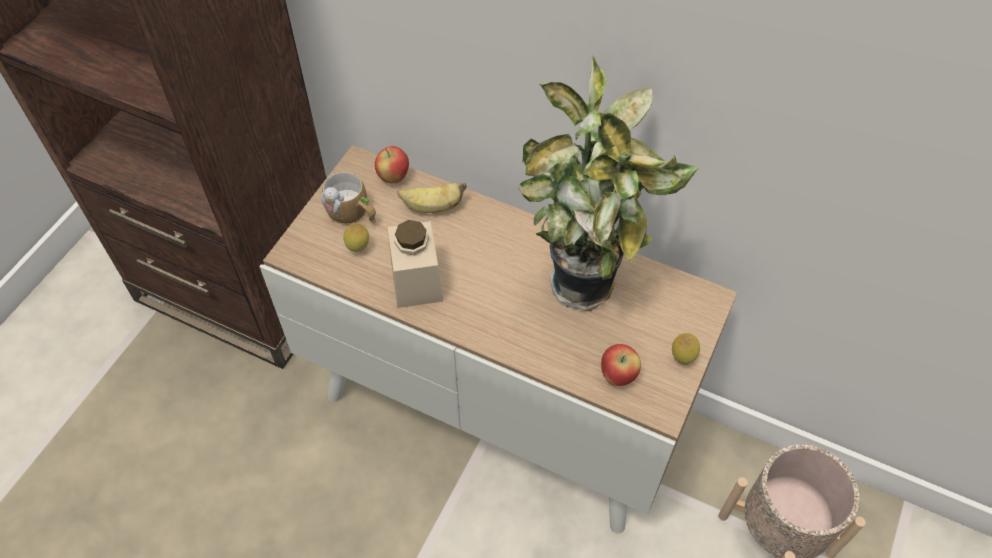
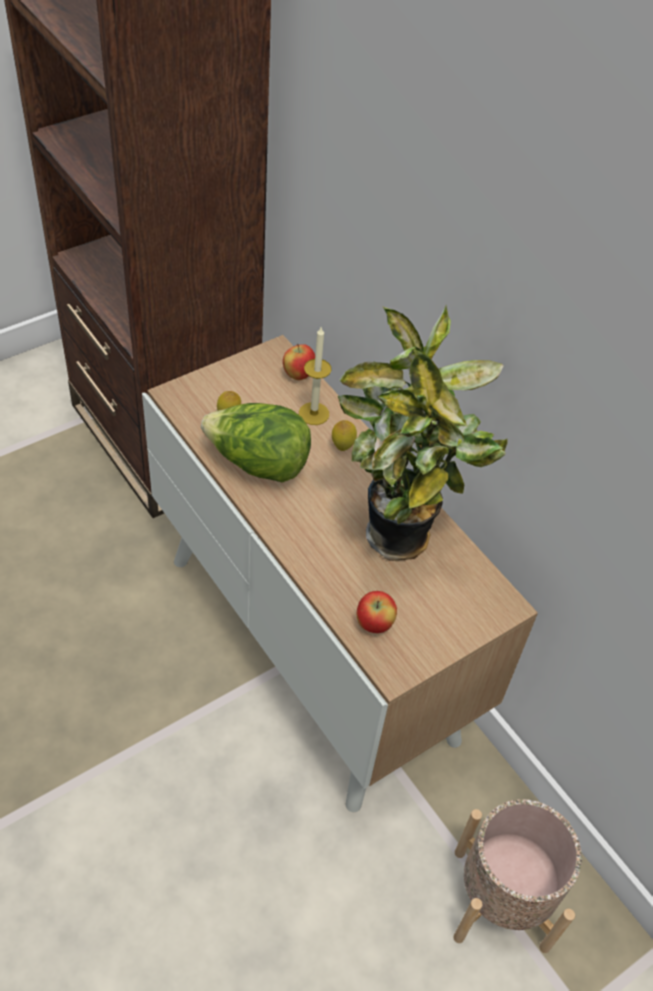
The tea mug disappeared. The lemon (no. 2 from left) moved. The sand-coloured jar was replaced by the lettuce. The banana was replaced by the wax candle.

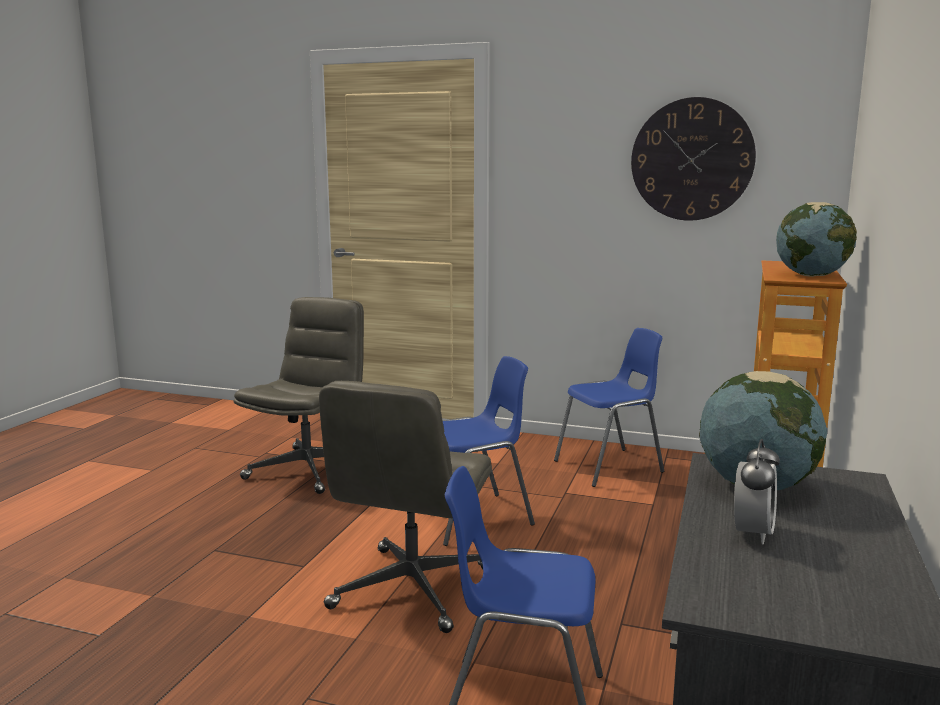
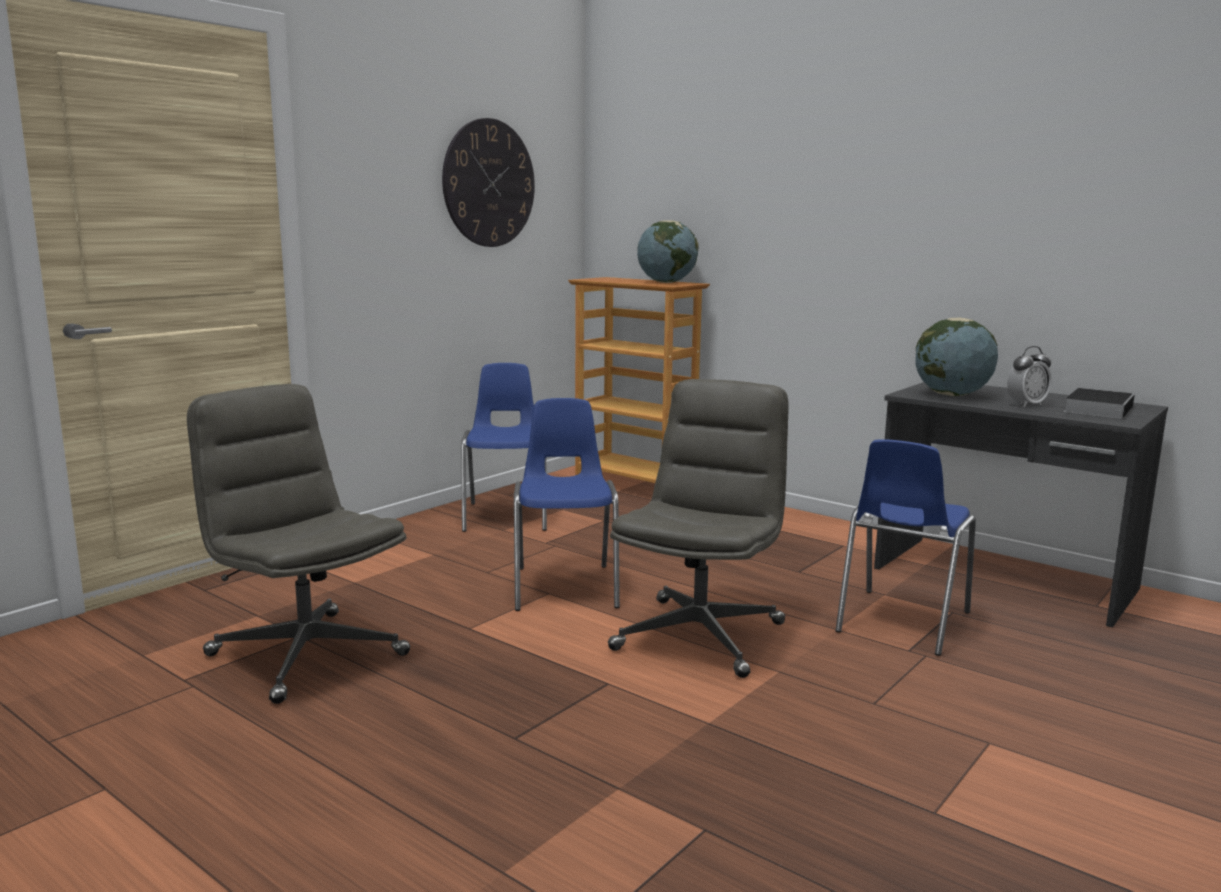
The book appeared. The gray computer chair (no. 2 from left) turned 105 degrees counterclockwise. The alarm clock turned 105 degrees clockwise.

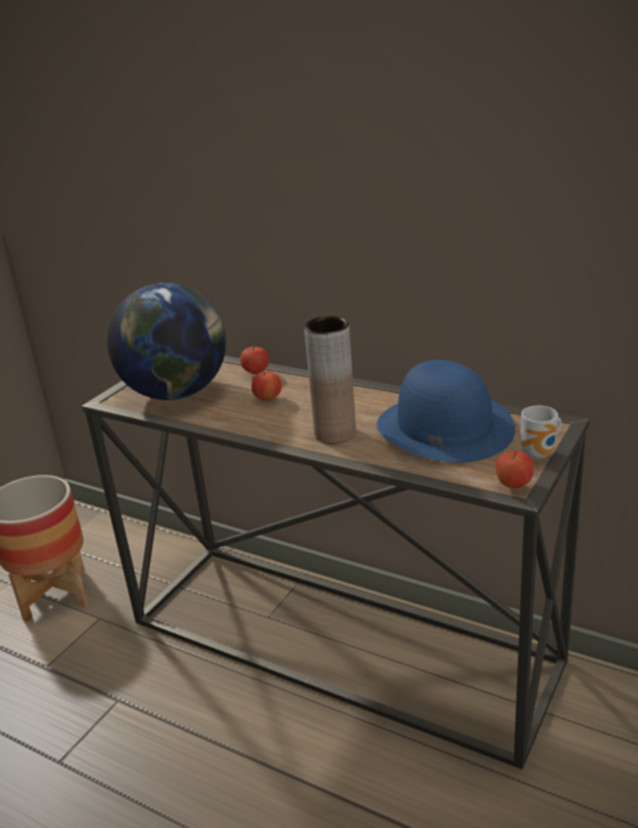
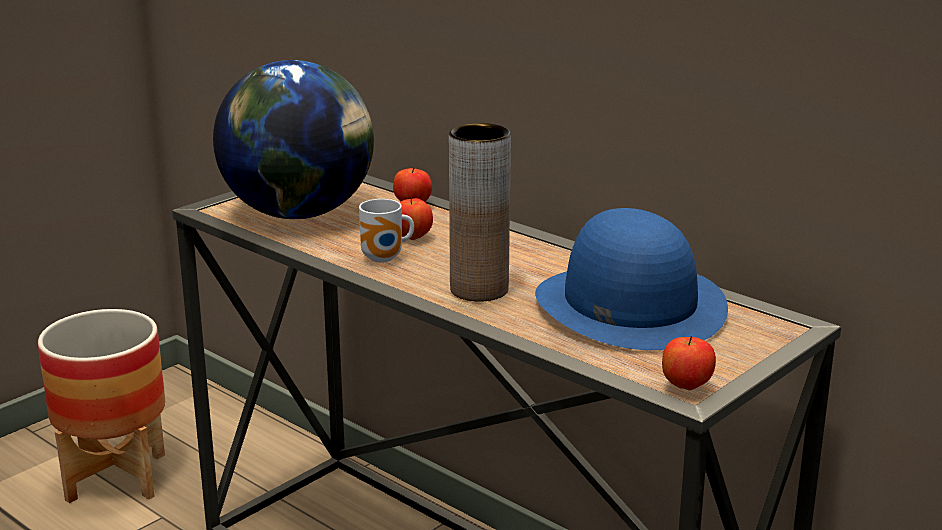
The tea mug moved.

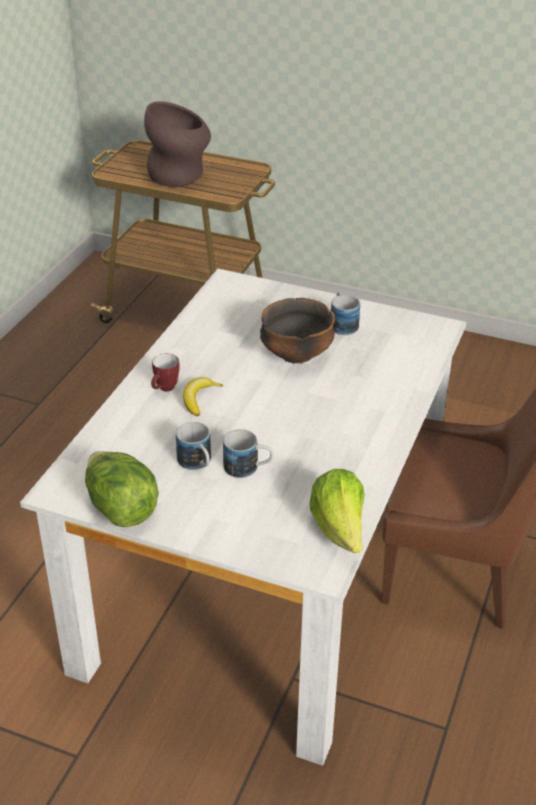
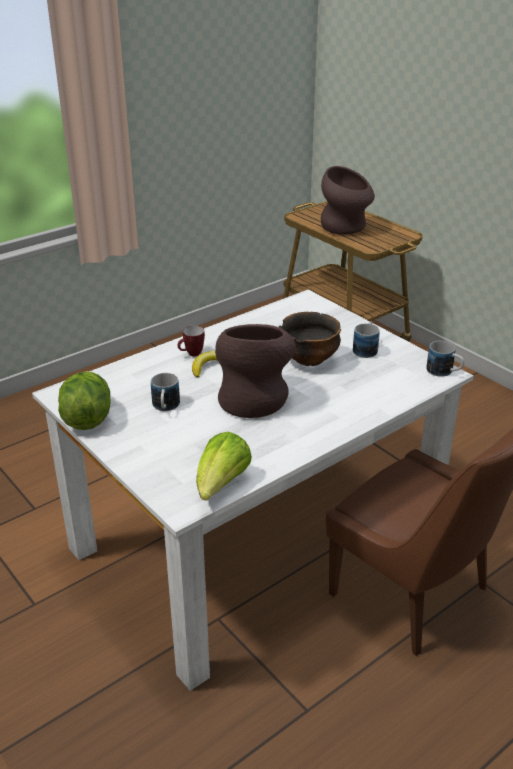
The brown vase (no. 1 from left) appeared. The tea mug (no. 3 from left in the first image) moved.

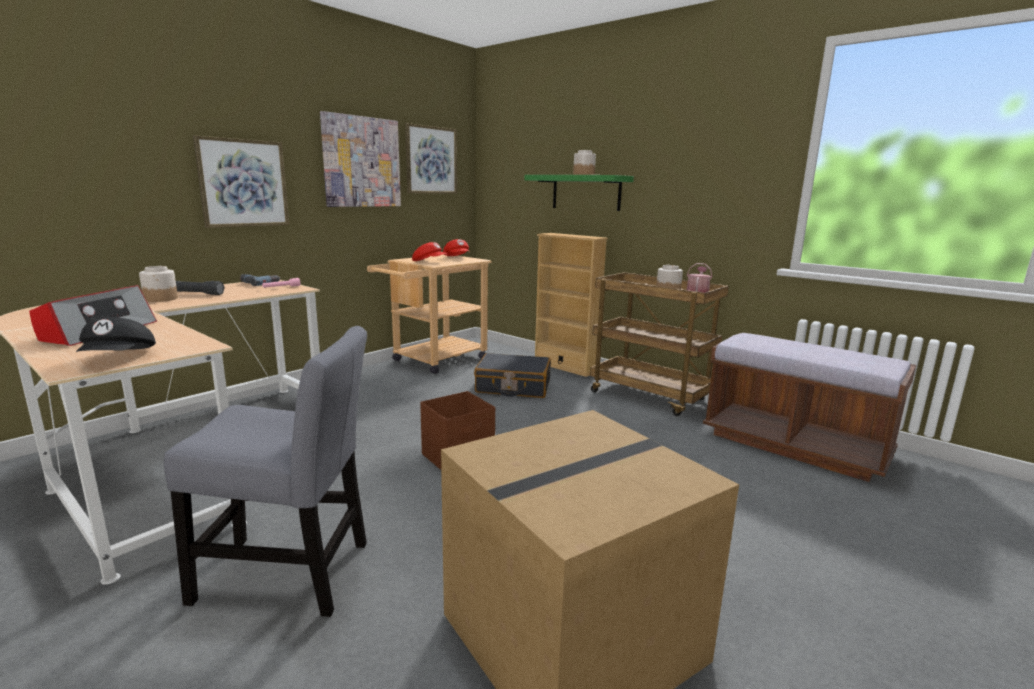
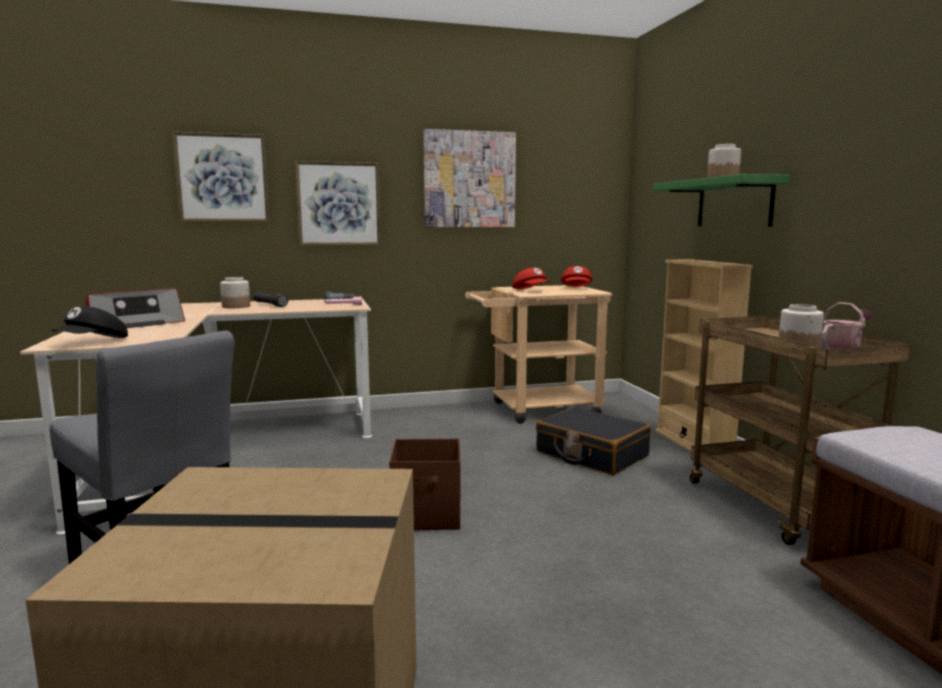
The wall picture (no. 3 from left in the first image) moved.

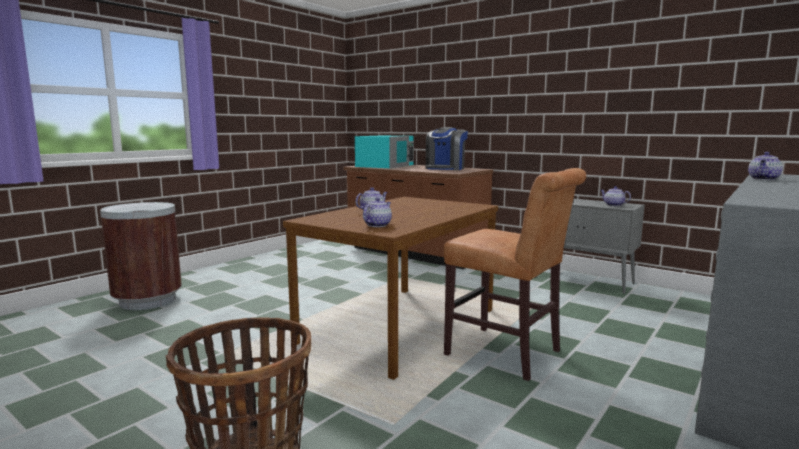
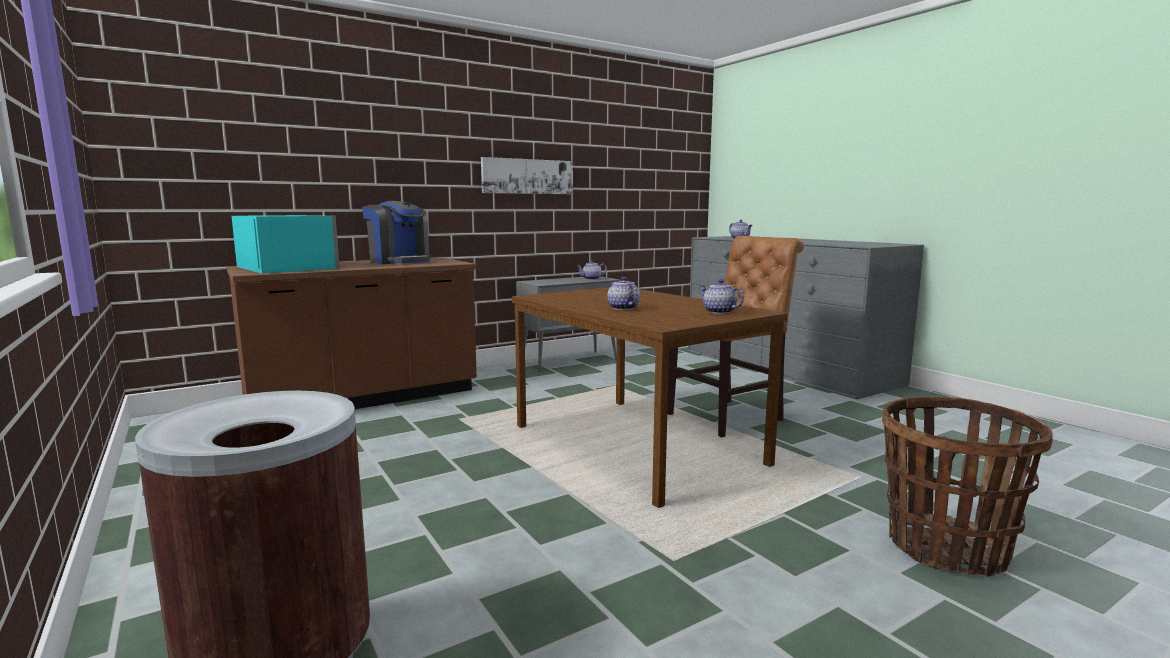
The wall picture appeared.

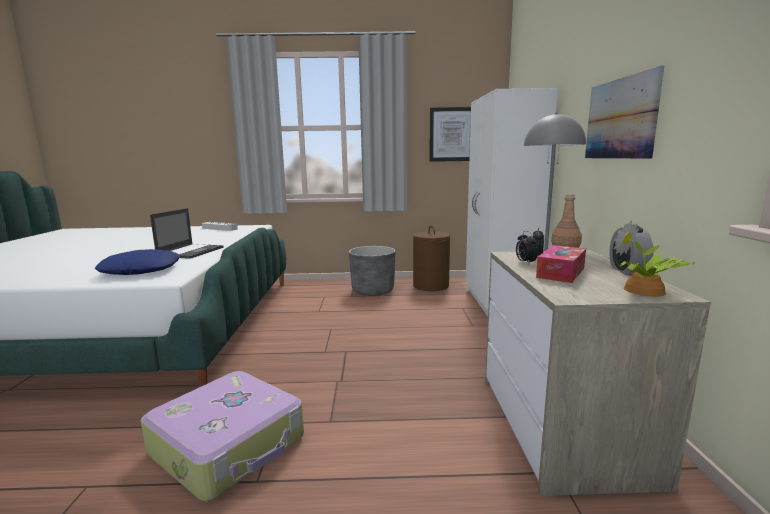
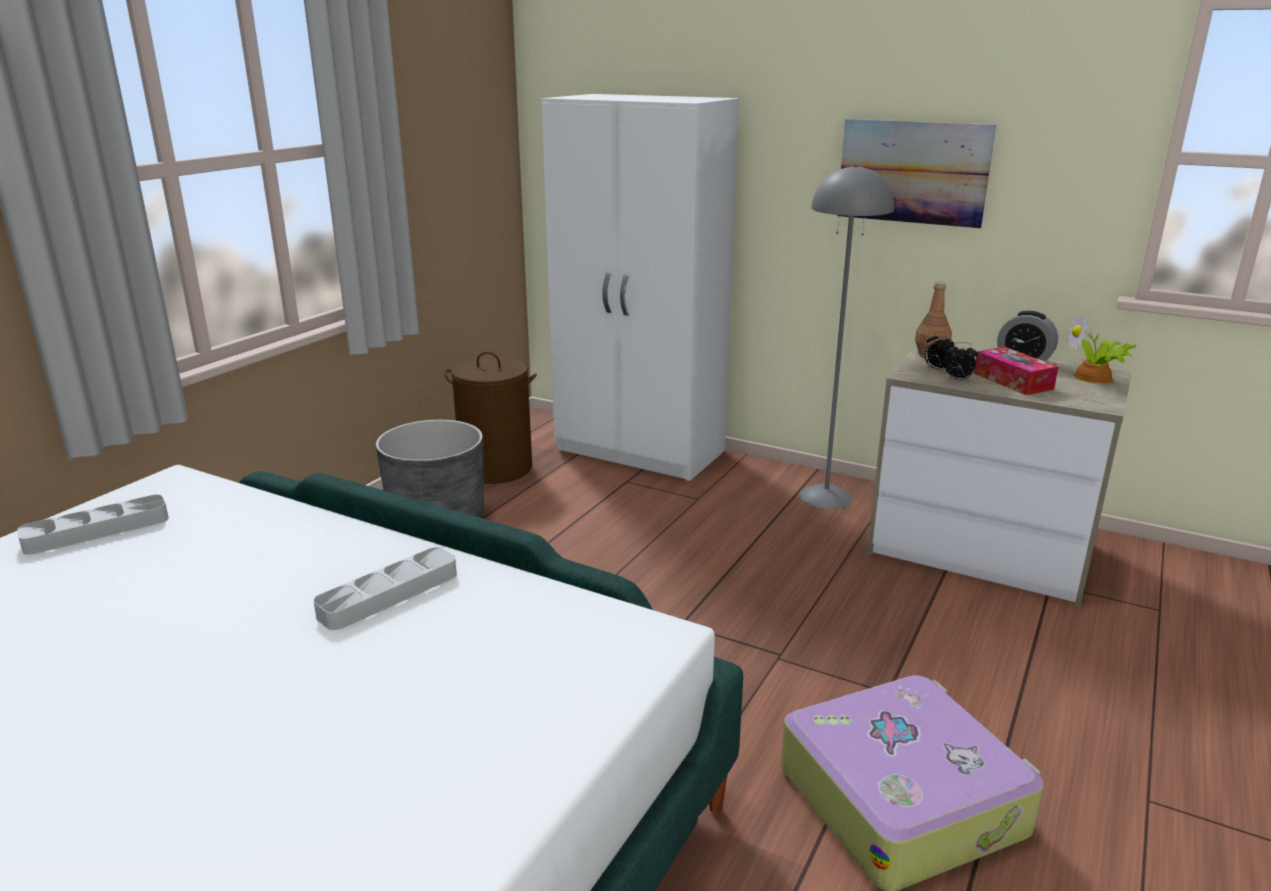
The blue pillow disappeared. The wall picture (no. 1 from left) disappeared. The portable computer was replaced by the gray tray (no. 2 from left).

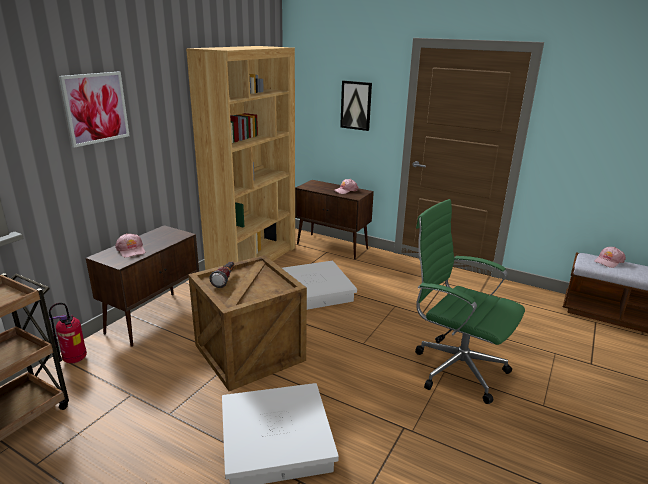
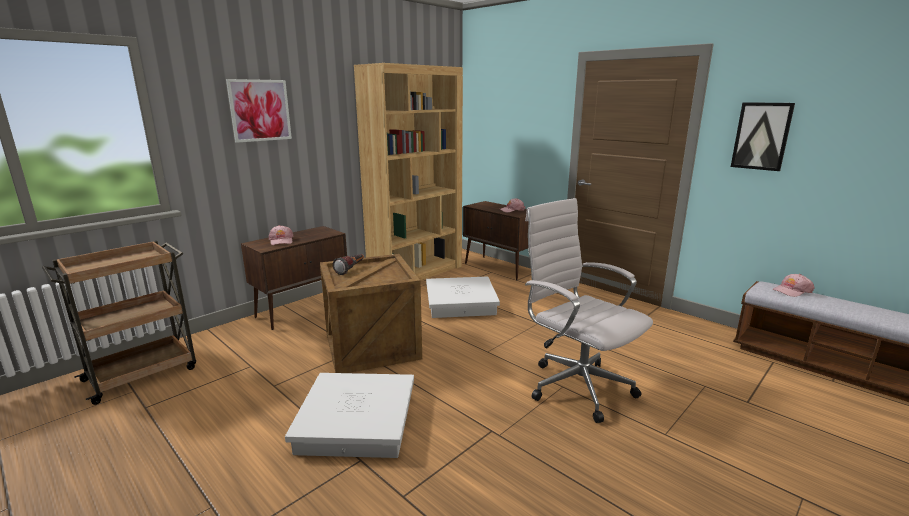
The fire-fighting cylinder disappeared. The wall picture (no. 2 from left) moved. The green-coloured computer chair became the white-coloured computer chair.

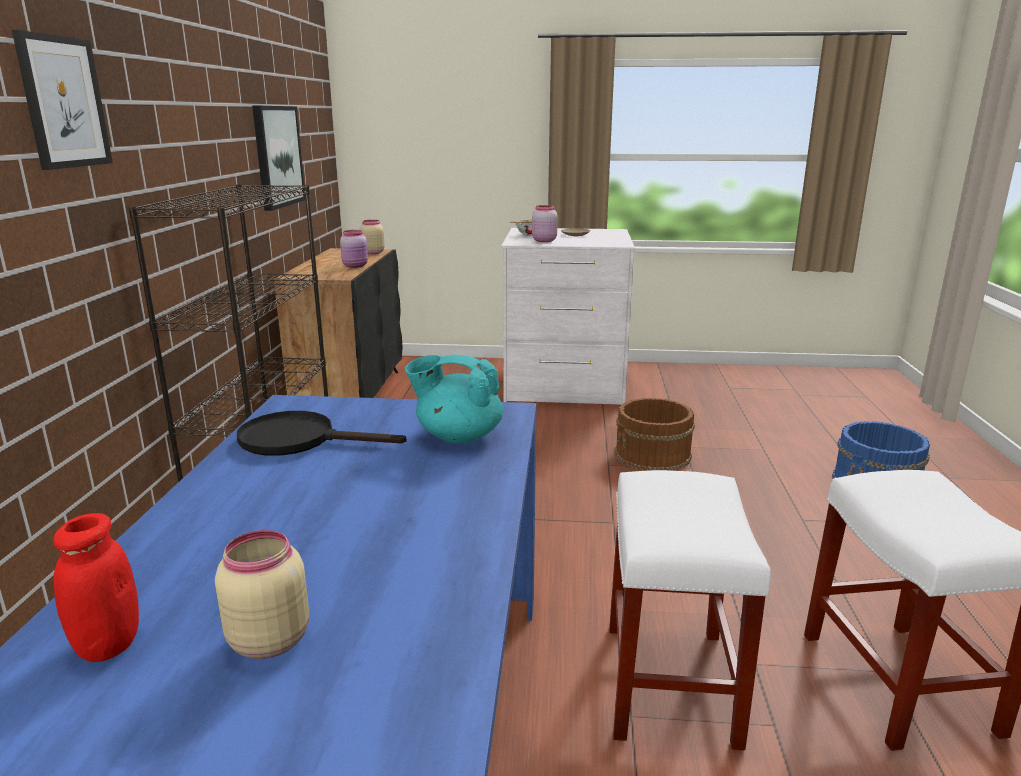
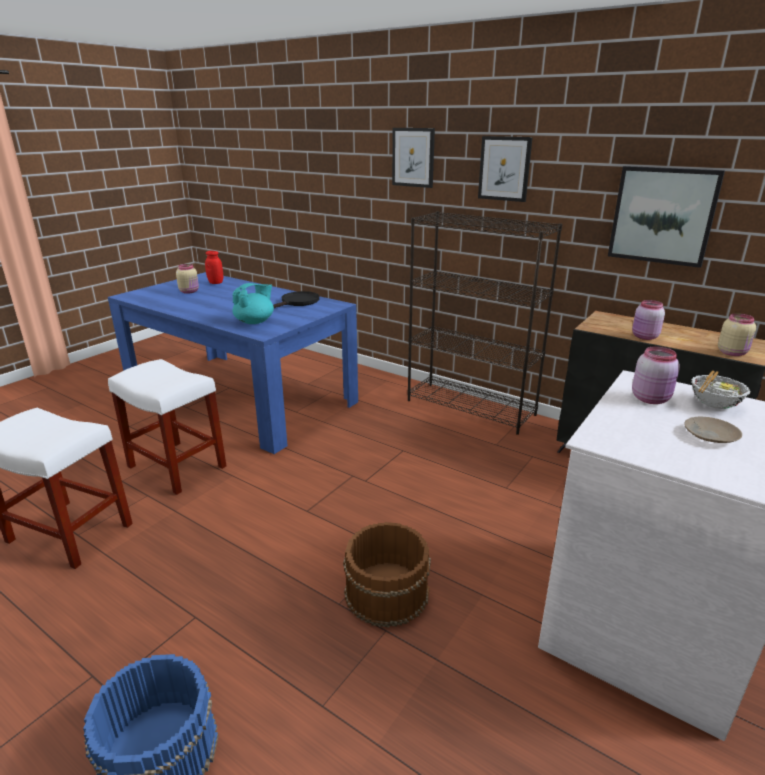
The wall picture (no. 2 from left) appeared.

